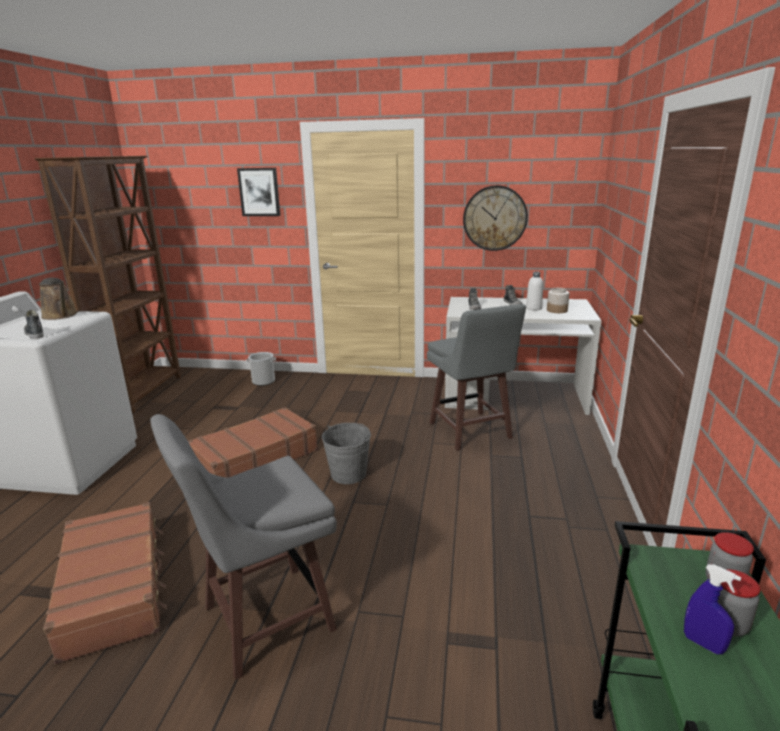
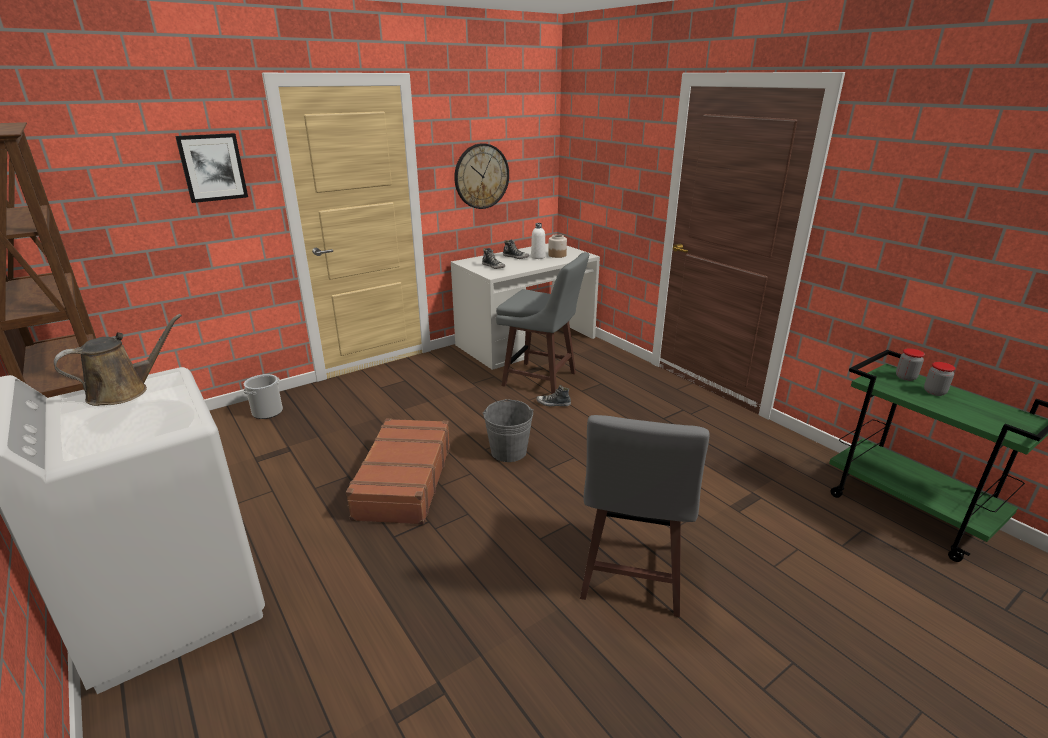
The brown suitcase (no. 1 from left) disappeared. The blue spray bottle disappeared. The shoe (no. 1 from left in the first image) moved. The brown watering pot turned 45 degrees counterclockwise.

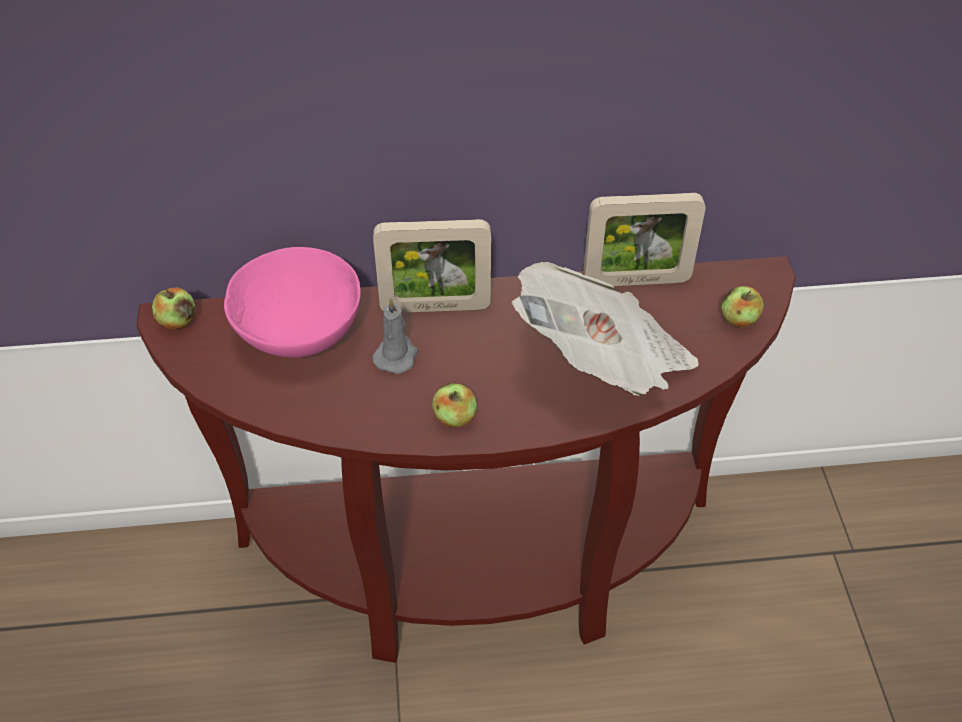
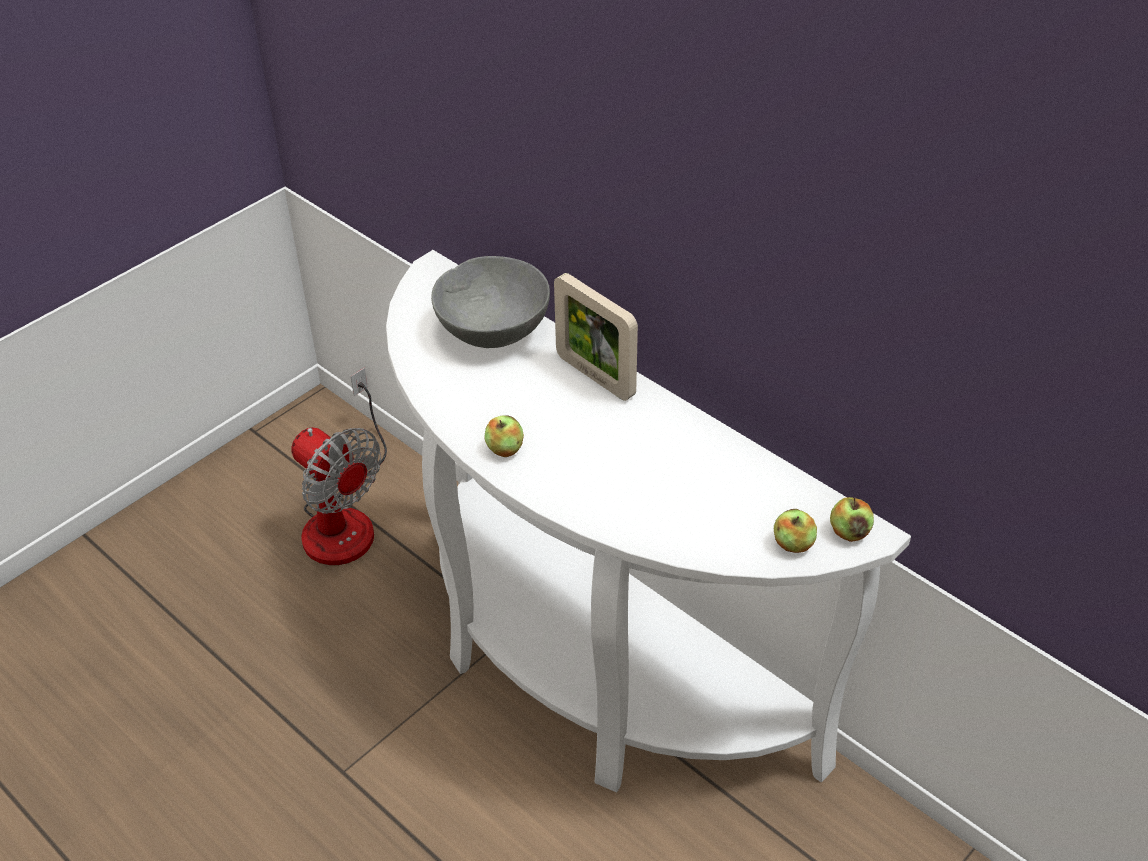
The gray wax candle disappeared. The newspaper disappeared. The picture frame (no. 2 from left) disappeared. The electric fan appeared. The apple (no. 1 from left in the first image) moved. The brown console table became the white-coloured console table. The pink-coloured bowl became the gray bowl.

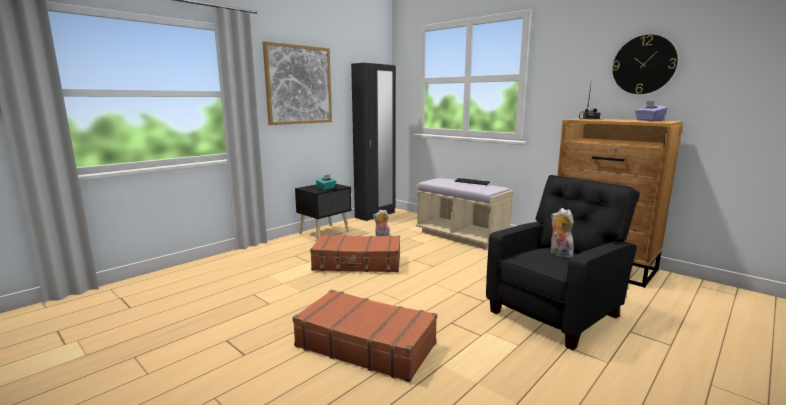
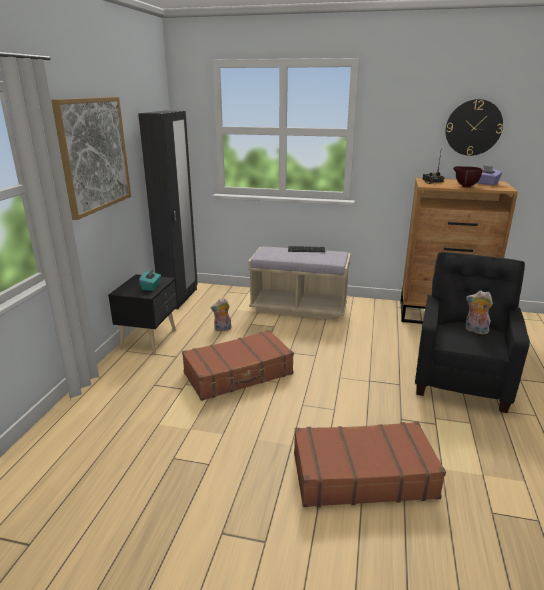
The brown bowl appeared.

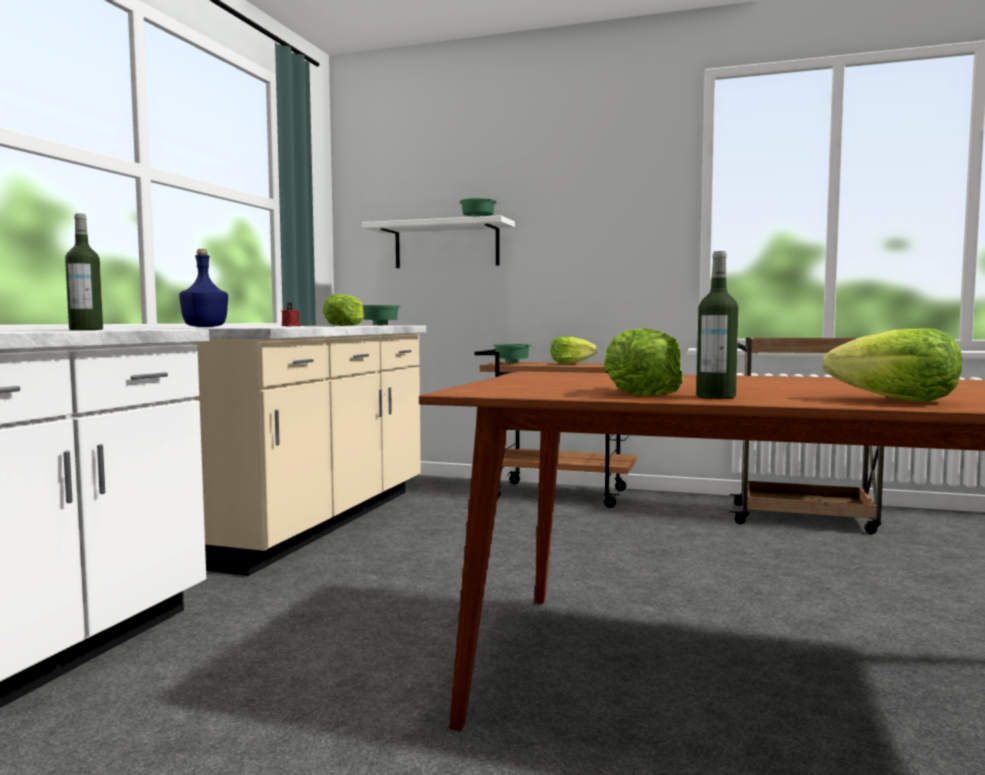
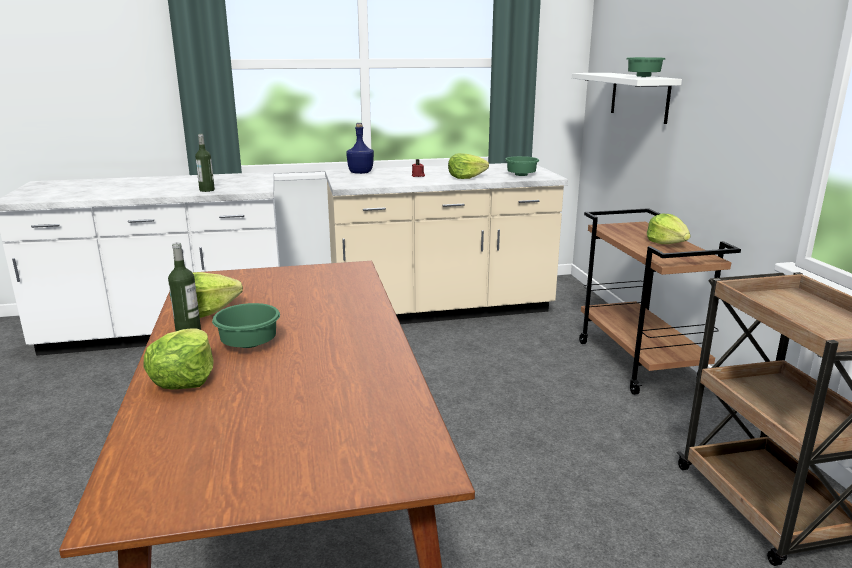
The green-coloured bowl (no. 3 from left in the first image) moved.

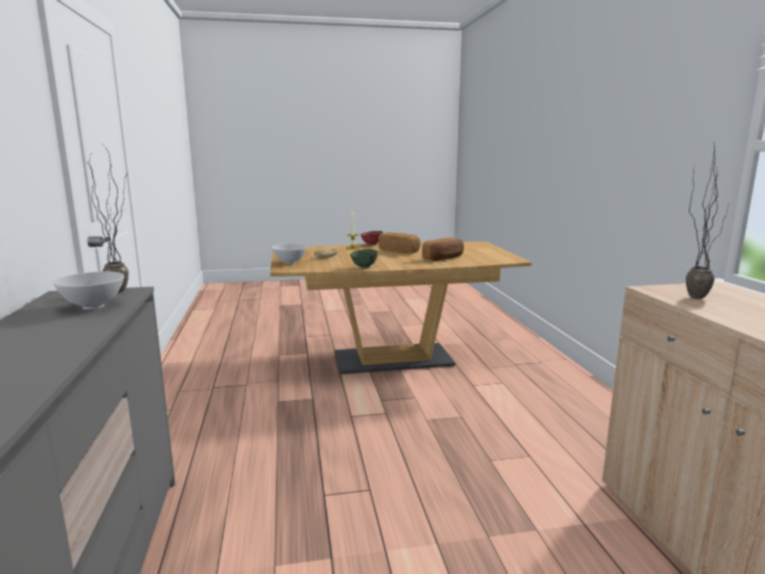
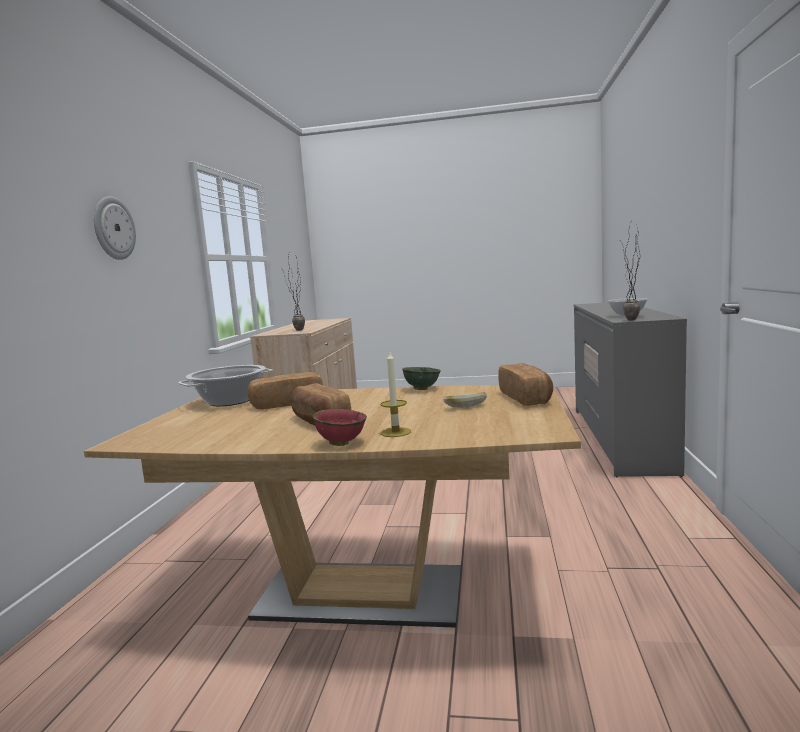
The hanging clock appeared. The stockpot appeared. The white-coloured bowl (no. 2 from left) was replaced by the baked bread (no. 4 from left).

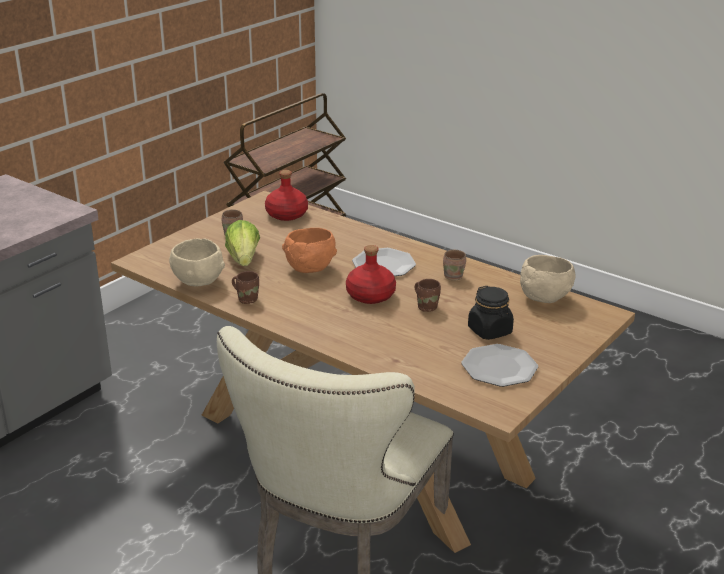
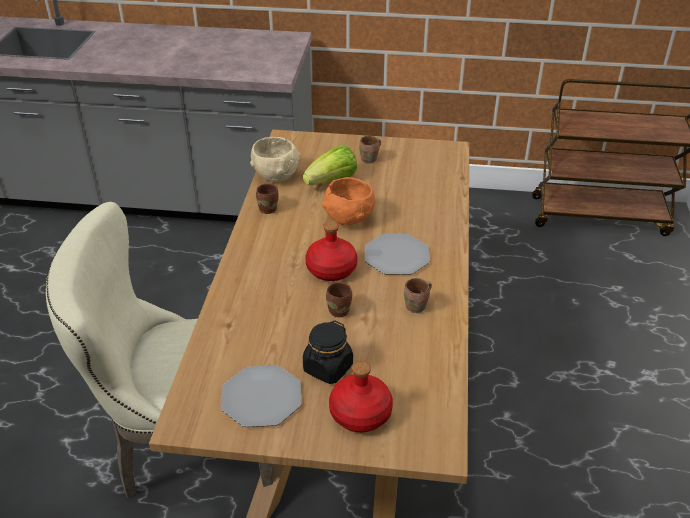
The sand-coloured bowl (no. 2 from left) disappeared. The red drink bottle (no. 1 from left in the first image) moved.

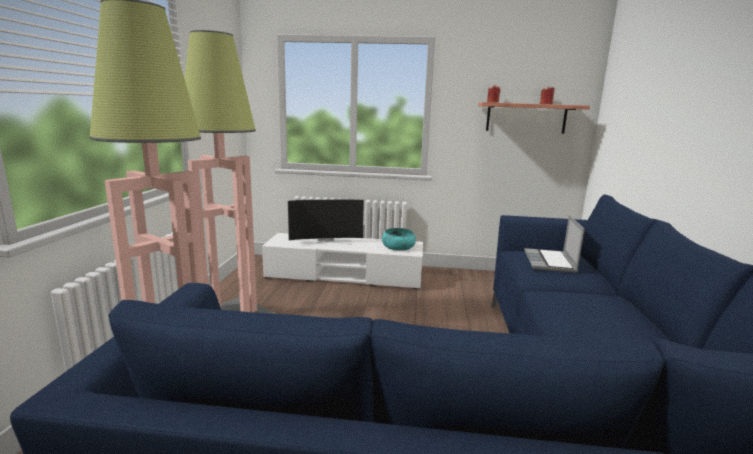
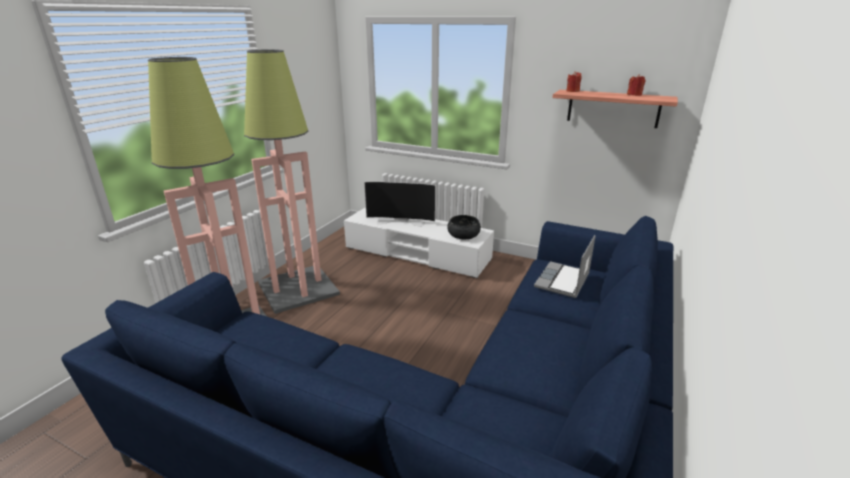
The turquoise-coloured bowl became the black-coloured bowl.

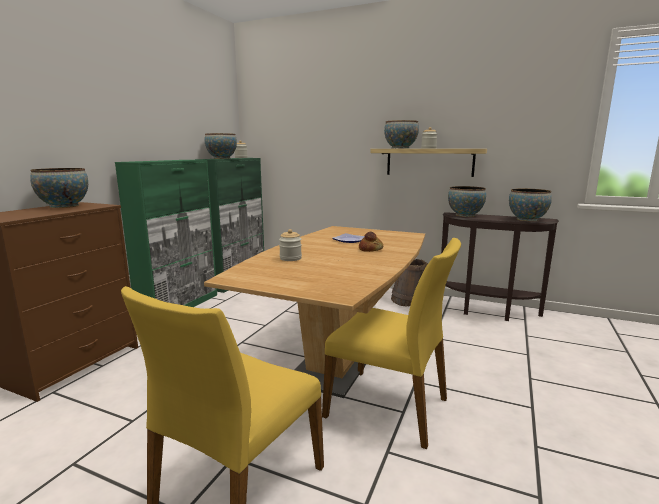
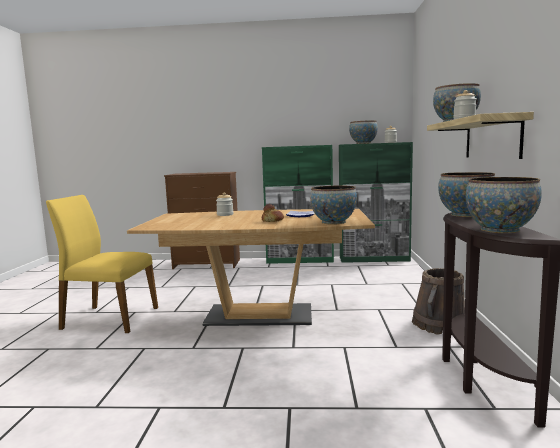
The yellowish chair (no. 2 from left) disappeared. The bowl (no. 1 from left) moved.

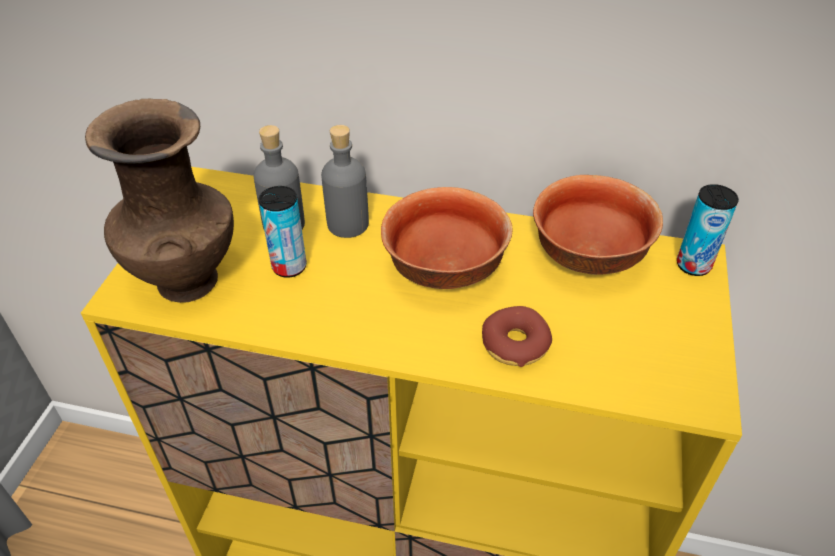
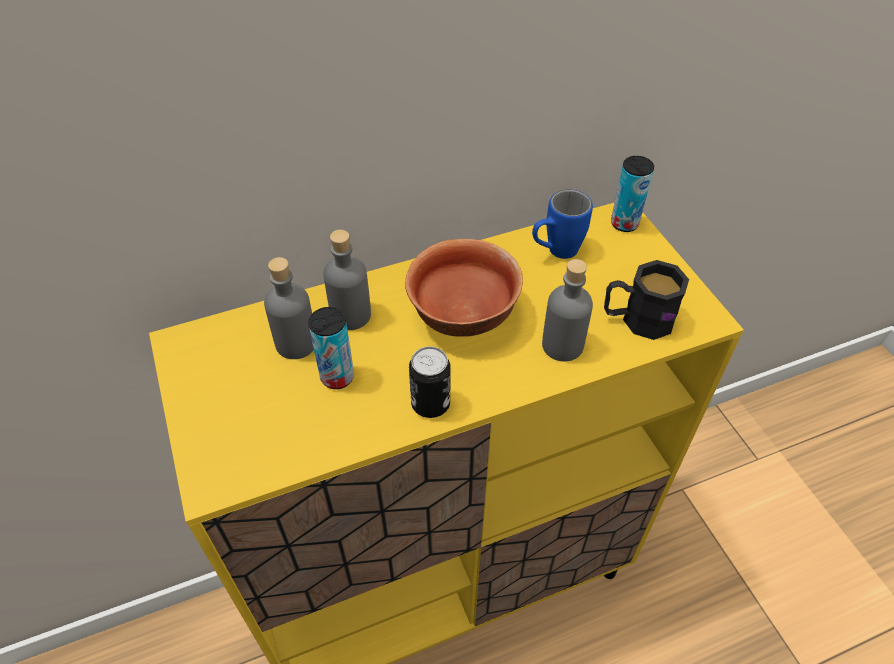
The brown vase disappeared. The can (no. 2 from left) appeared. The black-coloured tea mug appeared. The ring doughnut was replaced by the gray drink bottle (no. 3 from left). The bowl (no. 2 from left) was replaced by the blue tea mug.

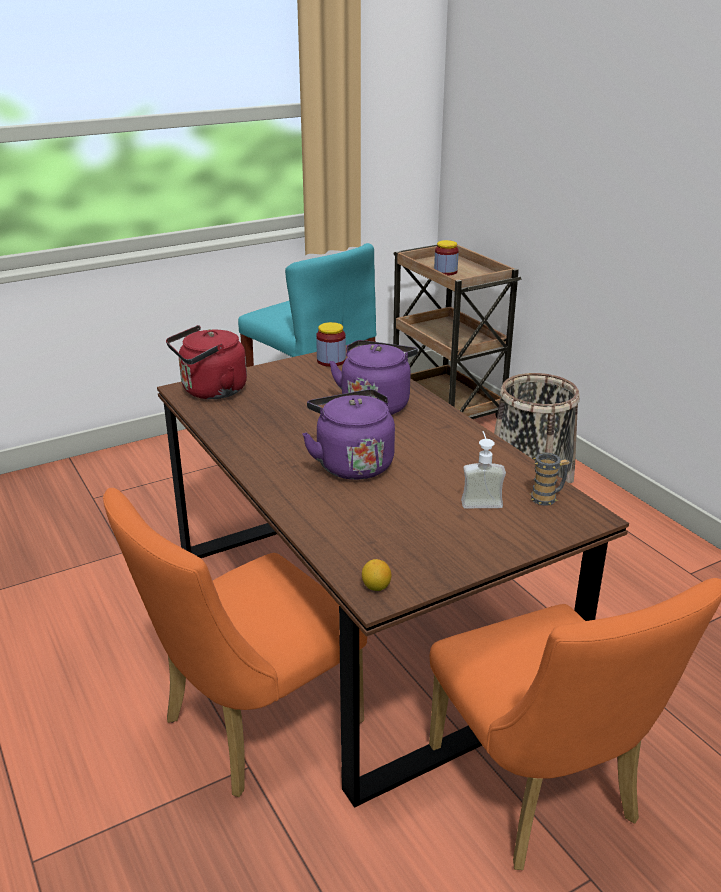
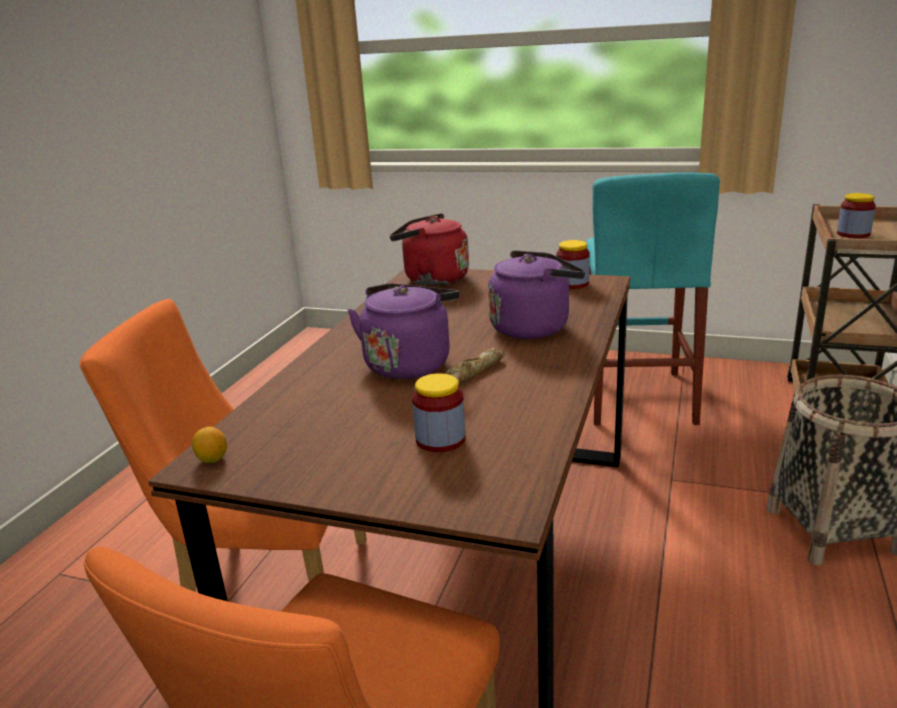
The tea mug disappeared. The baked bread appeared. The soap bottle was replaced by the jar (no. 1 from left).

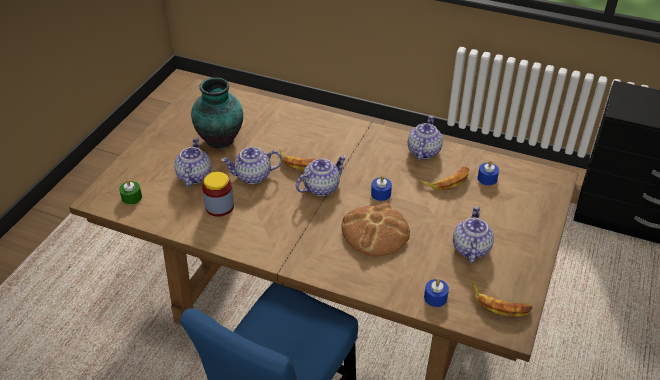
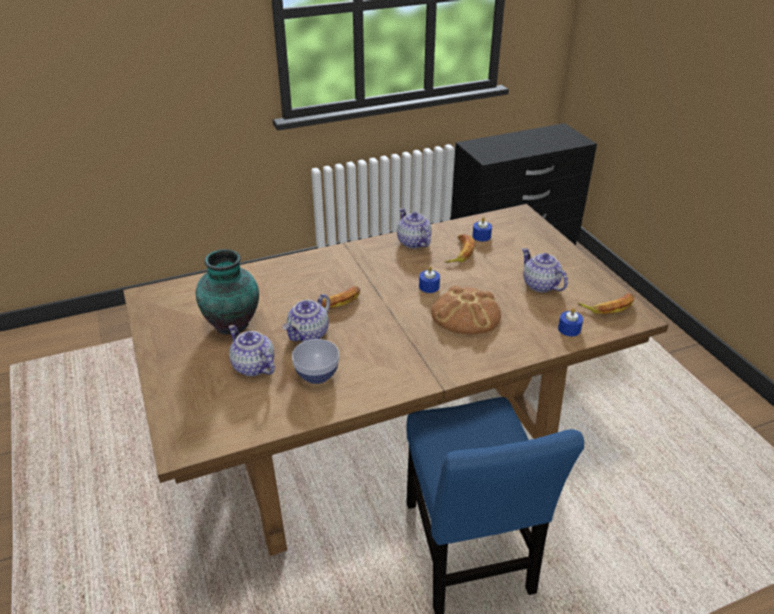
The green-coloured wax candle disappeared. The tea pot (no. 3 from left) disappeared. The jar was replaced by the bowl.

